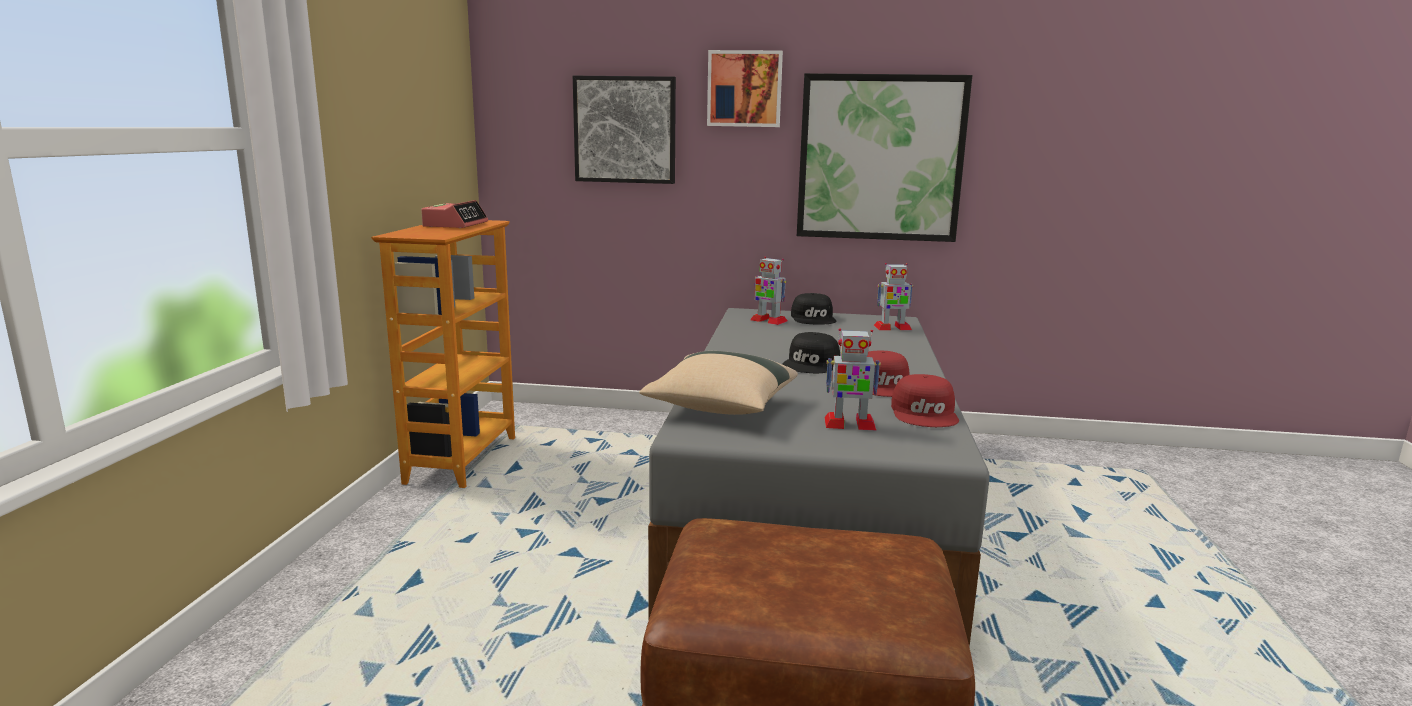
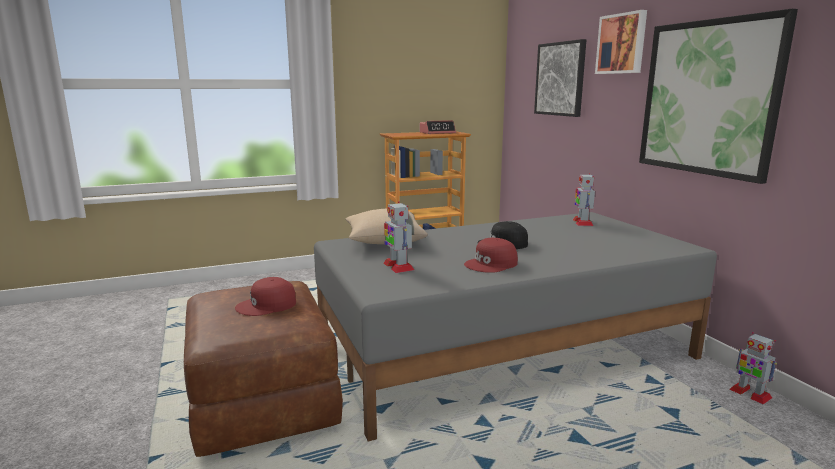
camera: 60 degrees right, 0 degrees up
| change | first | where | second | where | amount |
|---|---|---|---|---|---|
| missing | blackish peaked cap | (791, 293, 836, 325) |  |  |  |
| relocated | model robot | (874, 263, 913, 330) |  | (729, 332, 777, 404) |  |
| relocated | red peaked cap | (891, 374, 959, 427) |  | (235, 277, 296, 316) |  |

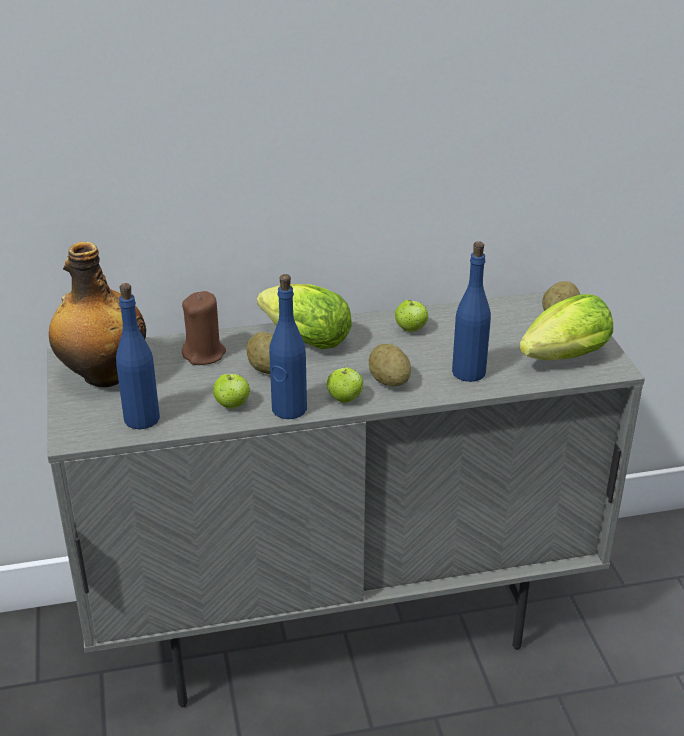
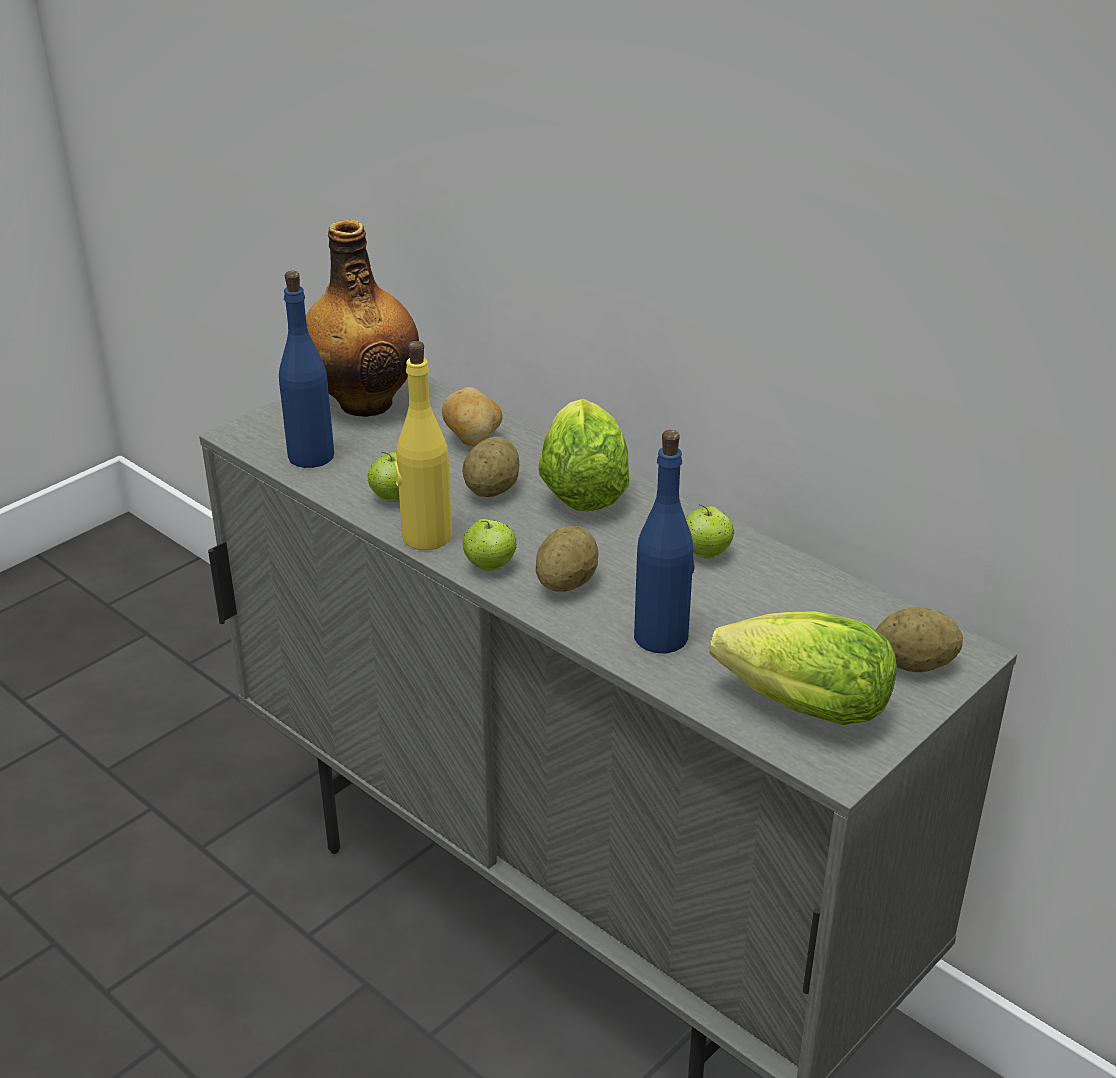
camera: 55 degrees right, 0 degrees up
| change | first | where | second | where | amount |
|---|---|---|---|---|---|
| exchanged | brown-coloured candle | (182, 291, 226, 365) | potato | (442, 387, 502, 446) |  |
| colour | blue-coloured bottle | (269, 274, 307, 419) | yellow-coloured bottle | (395, 341, 452, 550) |  |

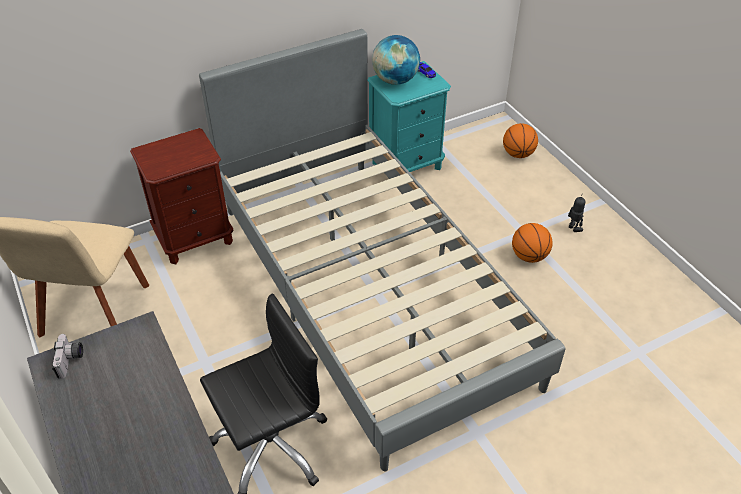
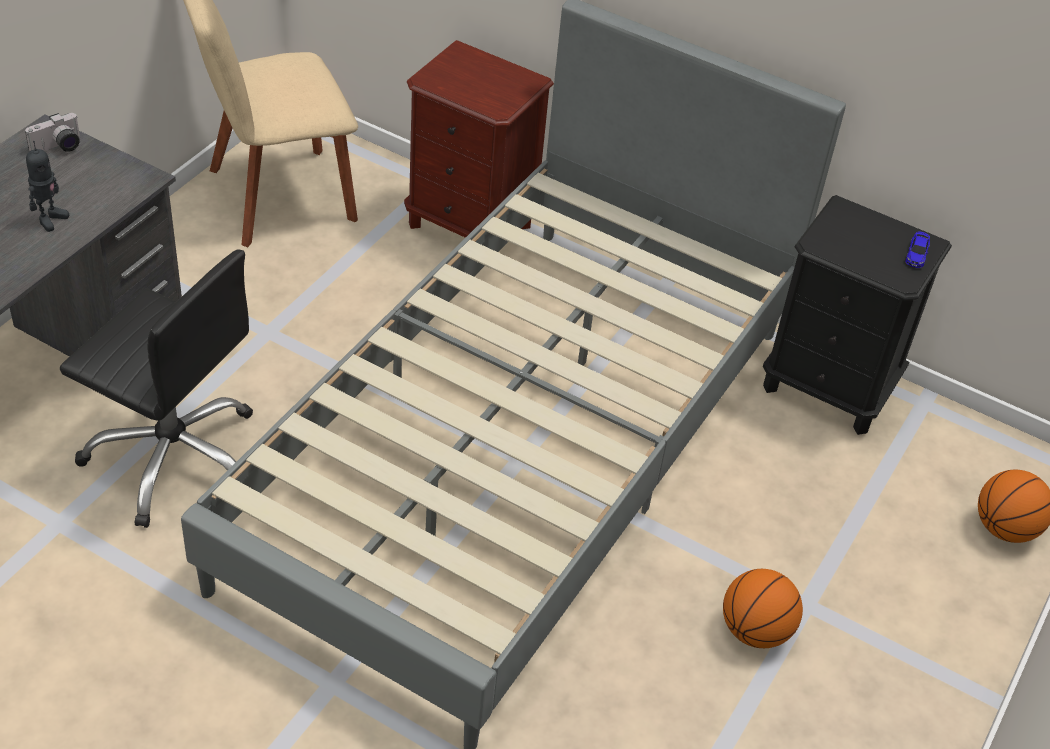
camera: 55 degrees right, 0 degrees up
| change | first | where | second | where | amount |
|---|---|---|---|---|---|
| missing | globe | (372, 35, 420, 85) |  |  |  |
| relocated | model robot | (568, 196, 585, 232) |  | (26, 141, 69, 232) |  |
| colour | turquoise-coloured bedside table | (368, 61, 451, 172) | blackish bedside table | (763, 195, 952, 435) |  |

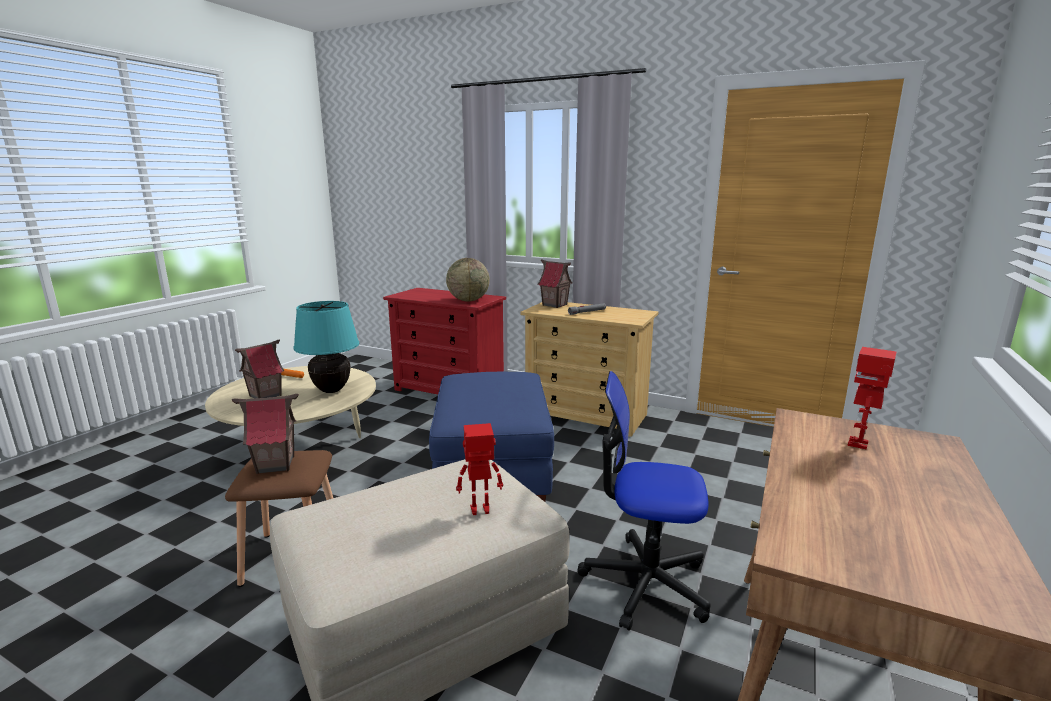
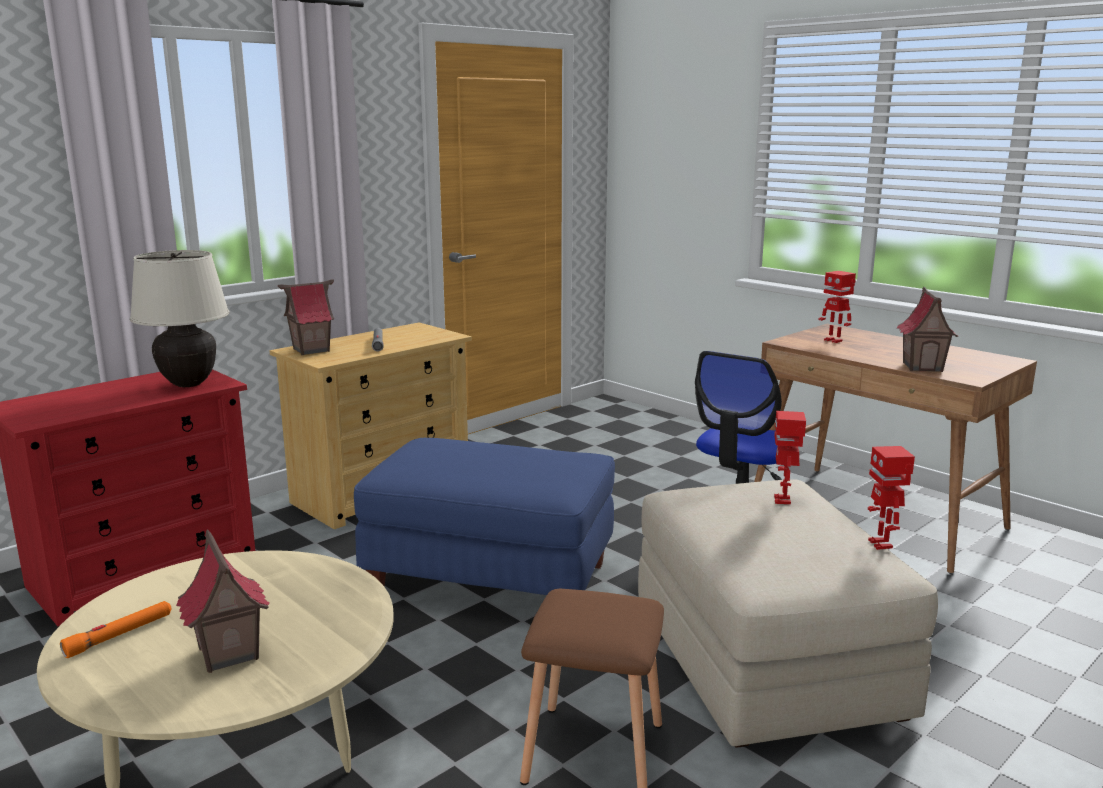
camera: 70 degrees left, 0 degrees up
| change | first | where | second | where | amount |
|---|---|---|---|---|---|
| missing | turquoise-coloured tabletop lamp | (293, 301, 359, 393) |  |  |  |
| appeared |  |  | model robot | (868, 446, 915, 550) |  |
| relocated | toy house | (232, 394, 299, 474) |  | (897, 287, 958, 372) |  |
| exchanged | globe | (446, 258, 490, 302) | beige-coloured tabletop lamp | (130, 250, 230, 387) |  |

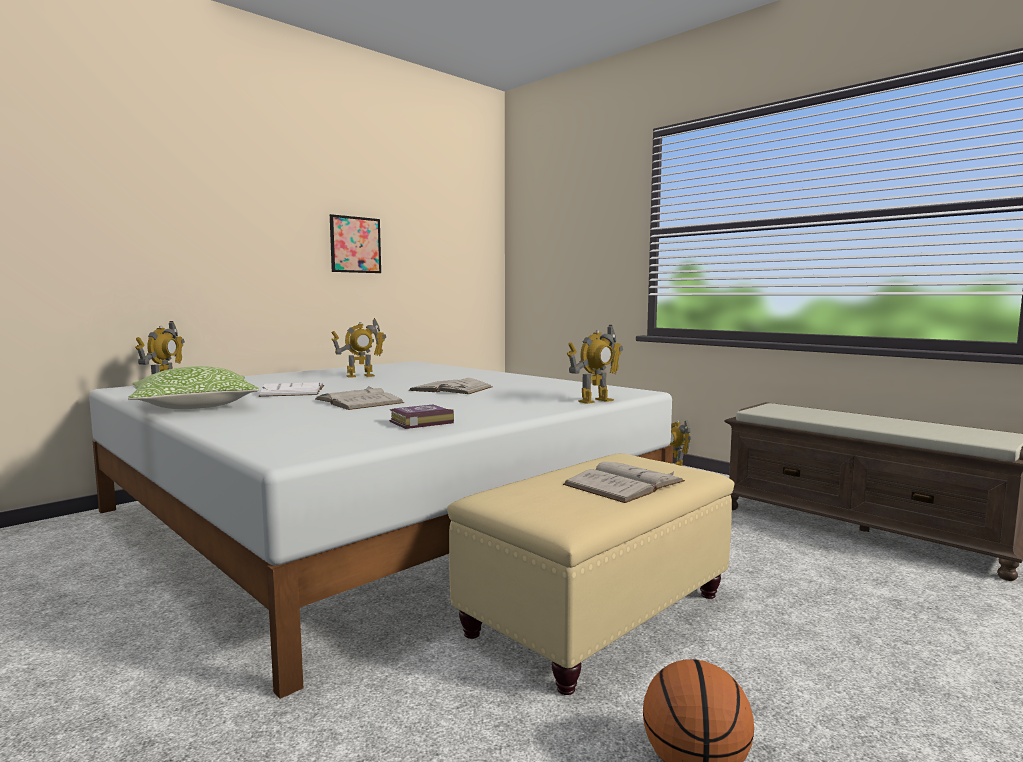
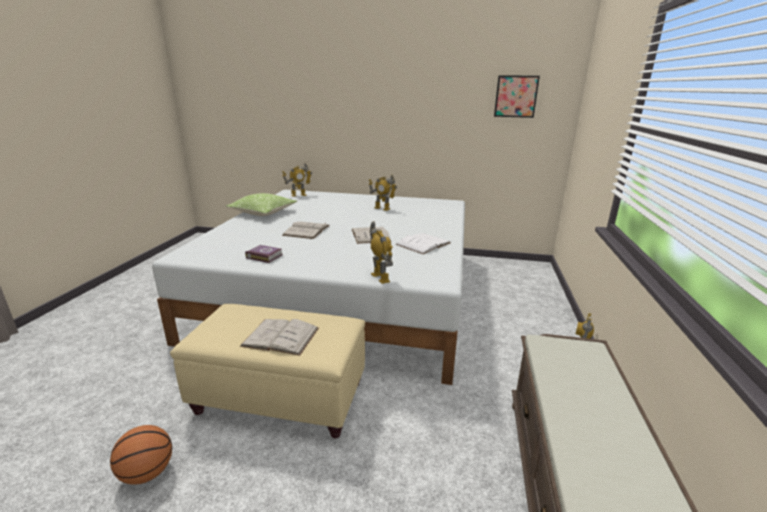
camera: 55 degrees right, 15 degrees up
| change | first | where | second | where | amount |
|---|---|---|---|---|---|
| relocated | white volume | (258, 382, 324, 397) |  | (395, 233, 451, 254) |  |
| relocated | wall picture | (330, 214, 381, 273) |  | (494, 75, 540, 118) |  |
| spun | model robot | (567, 325, 623, 404) |  | (370, 221, 393, 284) | 135 degrees counterclockwise |

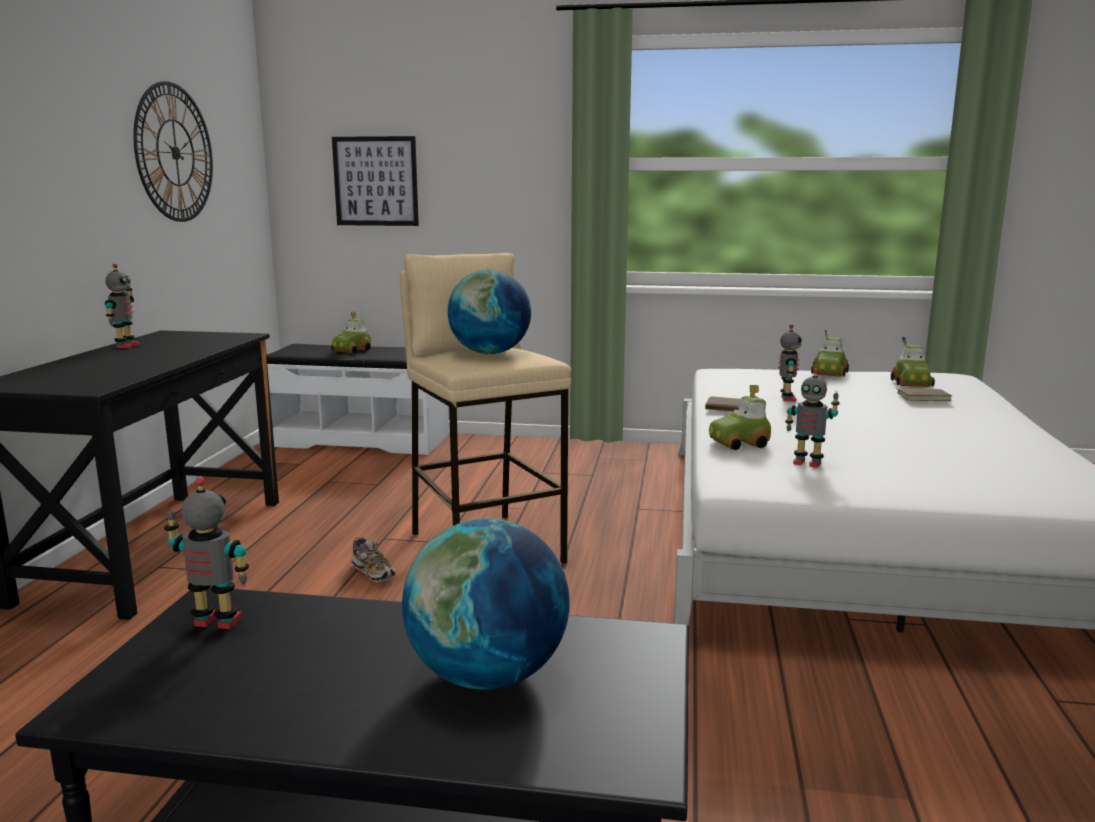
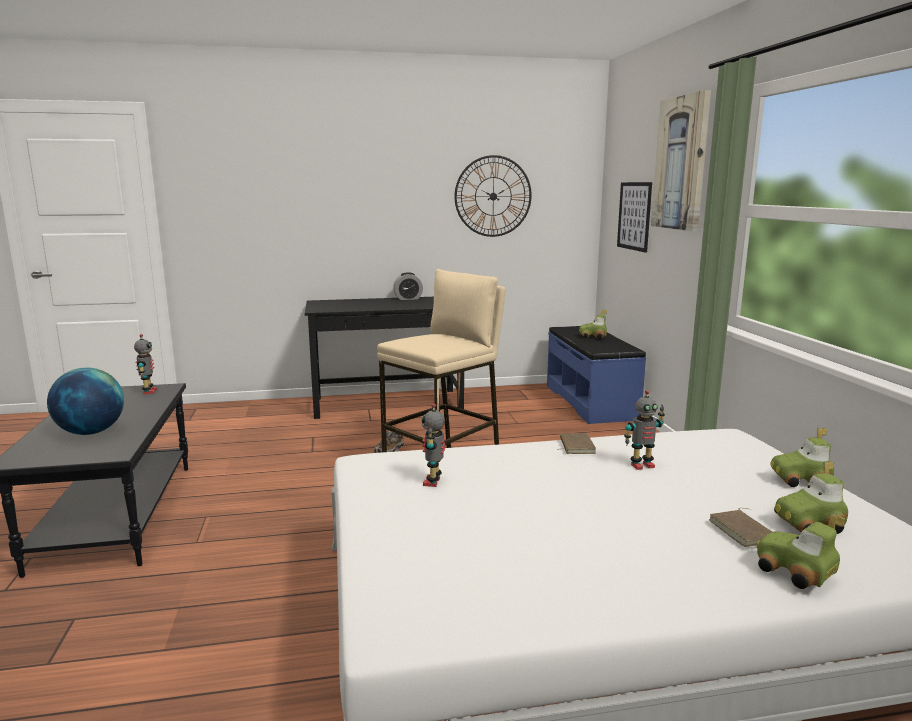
camera: 70 degrees right, 0 degrees up
| change | first | where | second | where | amount |
|---|---|---|---|---|---|
| missing | globe | (447, 270, 531, 354) |  |  |  |
| appeared |  |  | wall picture | (651, 90, 711, 231) |  |
| relocated | model car | (709, 385, 771, 450) |  | (757, 513, 845, 589) |  |
| exchanged | model robot | (105, 264, 140, 348) | bedside clock | (393, 272, 423, 300) |  |
| colour | white indoor bench | (267, 344, 449, 455) | blue-coloured indoor bench | (547, 326, 646, 424) |  |

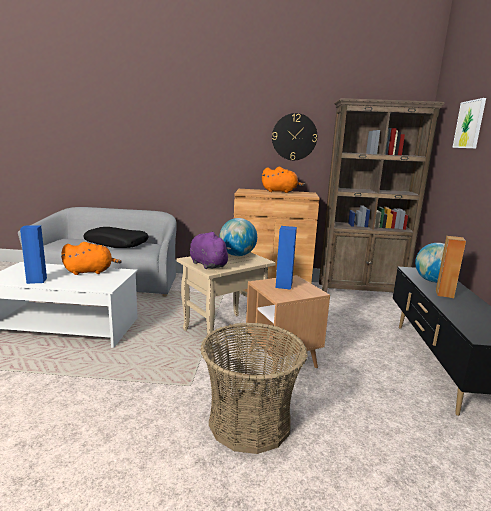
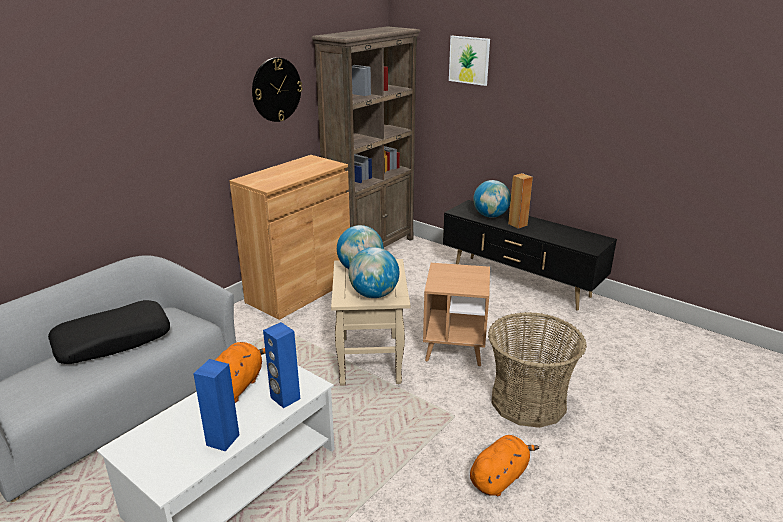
camera: 55 degrees left, 10 degrees up
| change | first | where | second | where | amount |
|---|---|---|---|---|---|
| relocated | orangey soft toy | (262, 167, 305, 193) |  | (470, 435, 539, 496) |  |
| relocated | blue-coloured loudspeaker | (276, 226, 297, 290) |  | (263, 322, 300, 408) |  |
| exchanged | purple-coloured soft toy | (190, 232, 231, 269) | globe | (349, 247, 399, 298) |  |

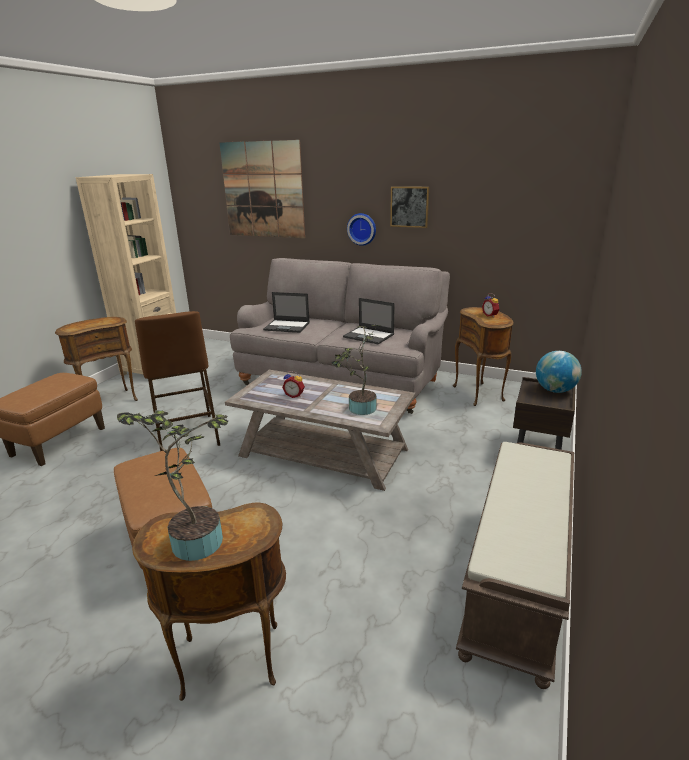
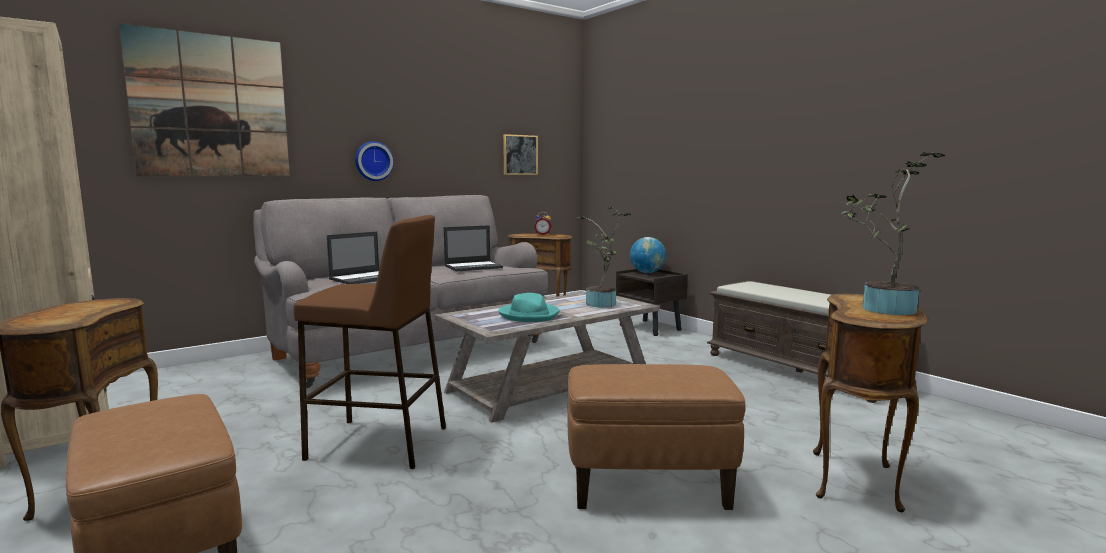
camera: 60 degrees left, 15 degrees down
| change | first | where | second | where | amount |
|---|---|---|---|---|---|
| relocated | wall picture | (390, 186, 429, 228) |  | (503, 134, 538, 175) |  |
| exchanged | bedside clock | (282, 371, 305, 398) | turquoise-coloured hat | (498, 293, 560, 322) |  |

